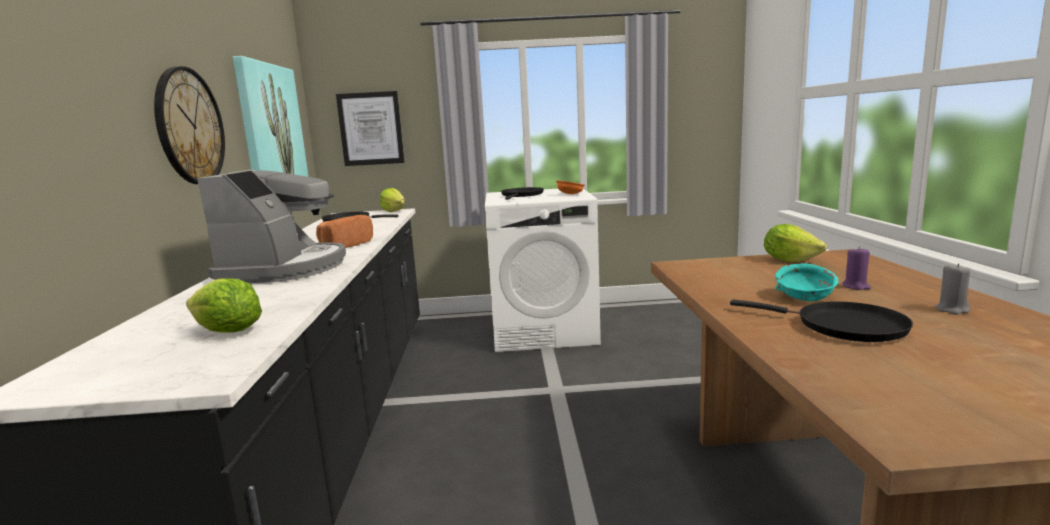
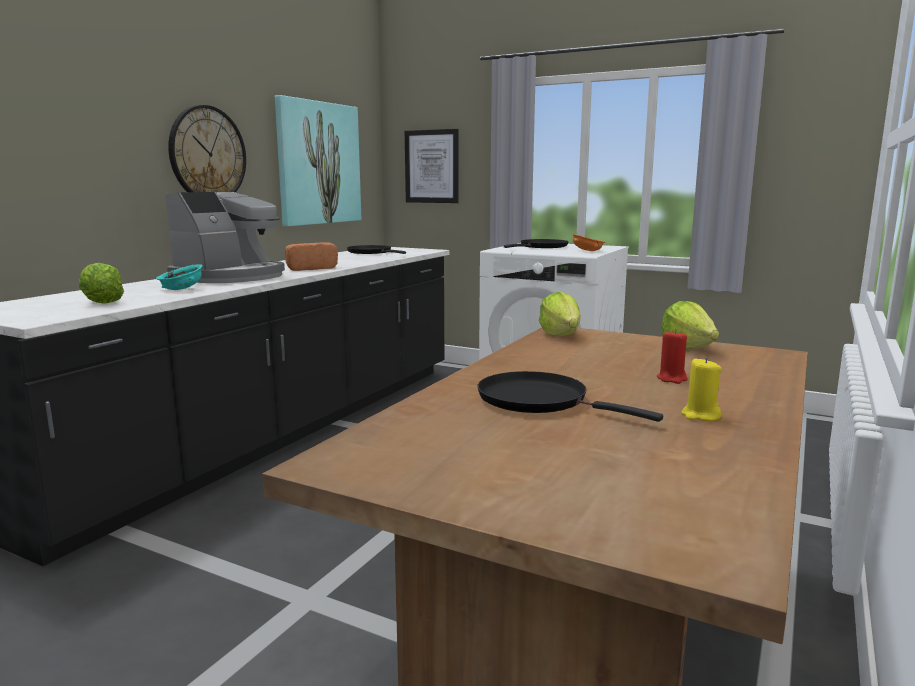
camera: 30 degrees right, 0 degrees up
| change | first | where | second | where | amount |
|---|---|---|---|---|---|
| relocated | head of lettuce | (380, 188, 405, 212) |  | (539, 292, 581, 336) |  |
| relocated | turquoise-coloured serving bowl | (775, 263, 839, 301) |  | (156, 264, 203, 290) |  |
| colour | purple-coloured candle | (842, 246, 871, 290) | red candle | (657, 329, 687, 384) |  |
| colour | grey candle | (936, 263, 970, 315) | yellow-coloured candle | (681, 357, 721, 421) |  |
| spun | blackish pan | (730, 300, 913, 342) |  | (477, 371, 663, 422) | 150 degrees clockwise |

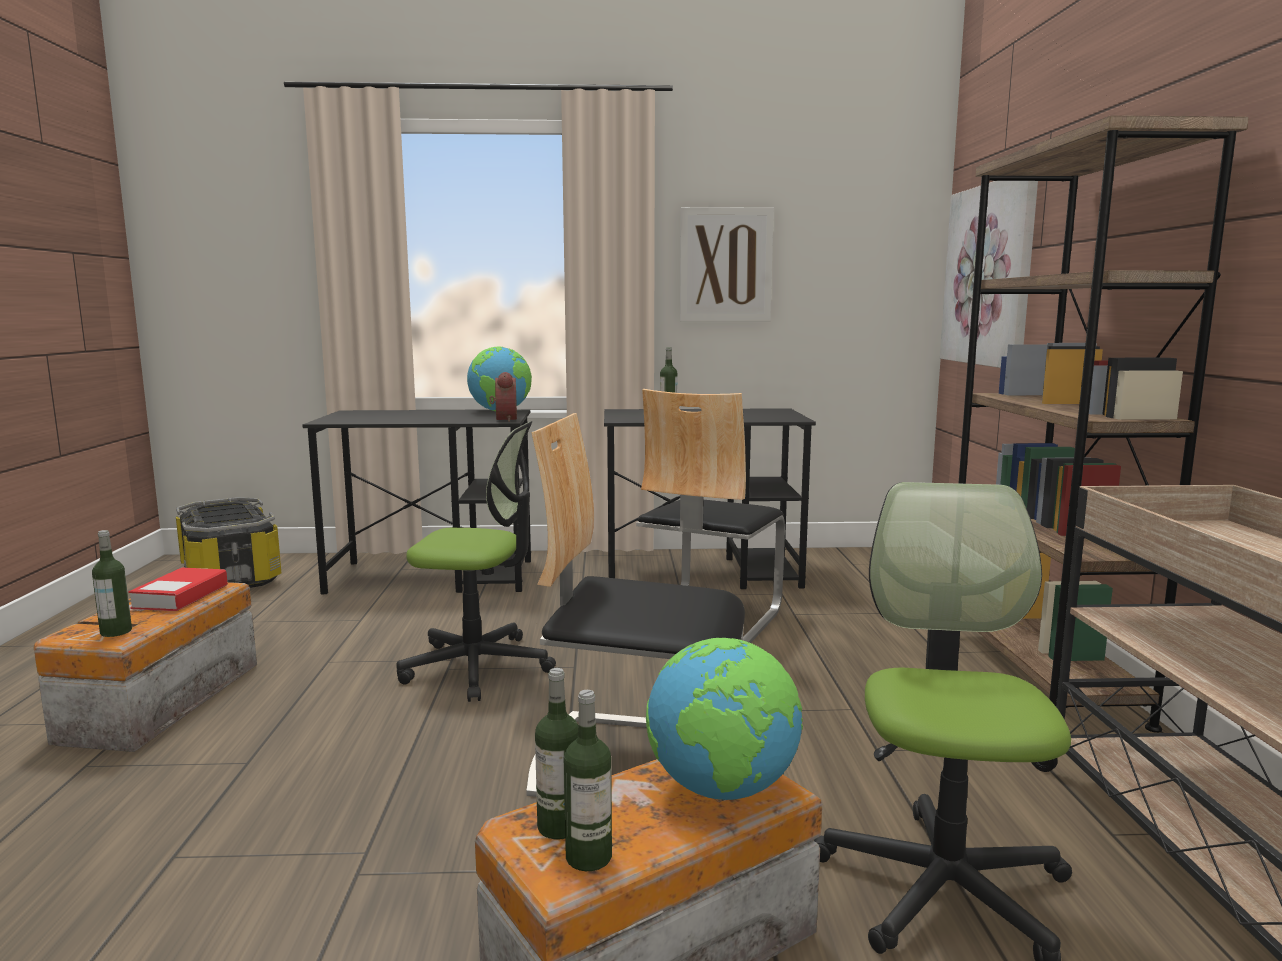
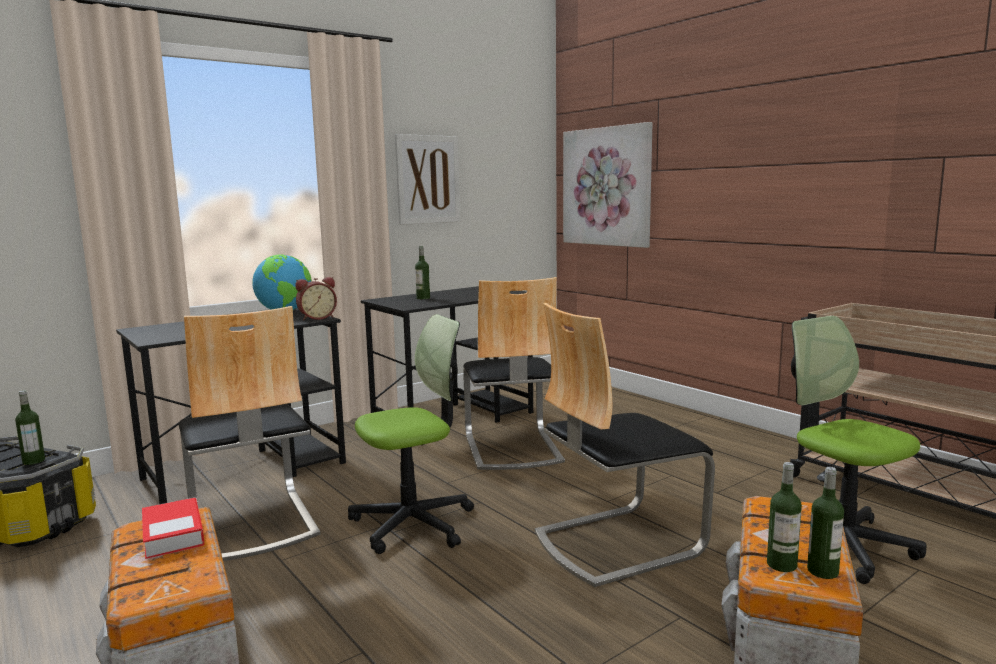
camera: 35 degrees left, 0 degrees up
| change | first | where | second | where | amount |
|---|---|---|---|---|---|
| missing | globe | (646, 638, 803, 800) |  |  |  |
| missing | brown-coloured shelving unit | (958, 115, 1249, 733) |  |  |  |
| appeared |  |  | plain chair | (178, 306, 321, 561) |  |
| relocated | bottle | (92, 530, 132, 637) |  | (15, 390, 45, 465) |  |
| spun | bedside clock | (489, 372, 517, 422) |  | (295, 277, 337, 320) | 105 degrees clockwise |

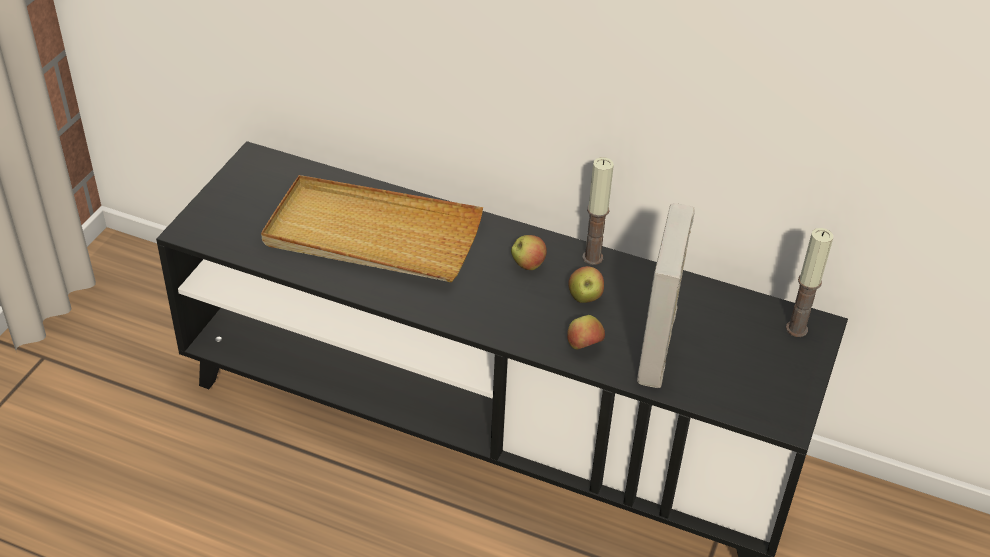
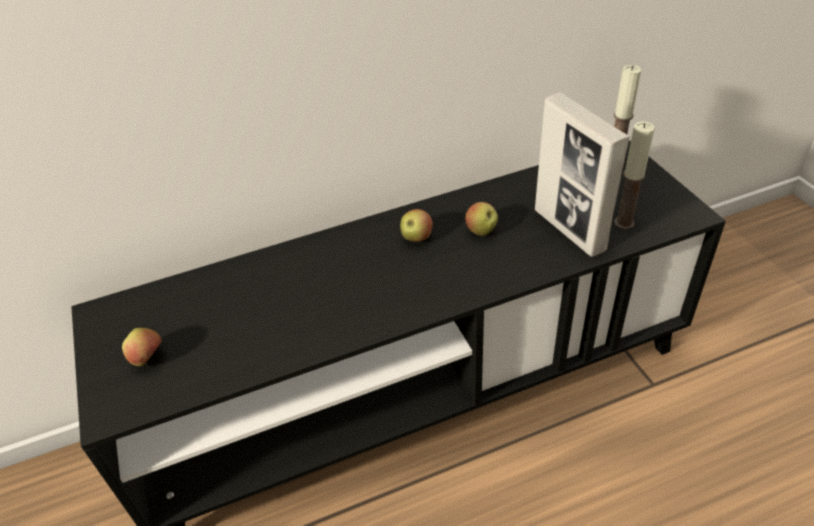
camera: 40 degrees left, 0 degrees up
| change | first | where | second | where | amount |
|---|---|---|---|---|---|
| missing | beige-coloured tray | (261, 175, 483, 282) |  |  |  |
| relocated | apple fruit | (567, 315, 605, 350) |  | (122, 328, 162, 366) |  |
| relocated | candle | (582, 157, 614, 265) |  | (614, 122, 655, 229) |  |

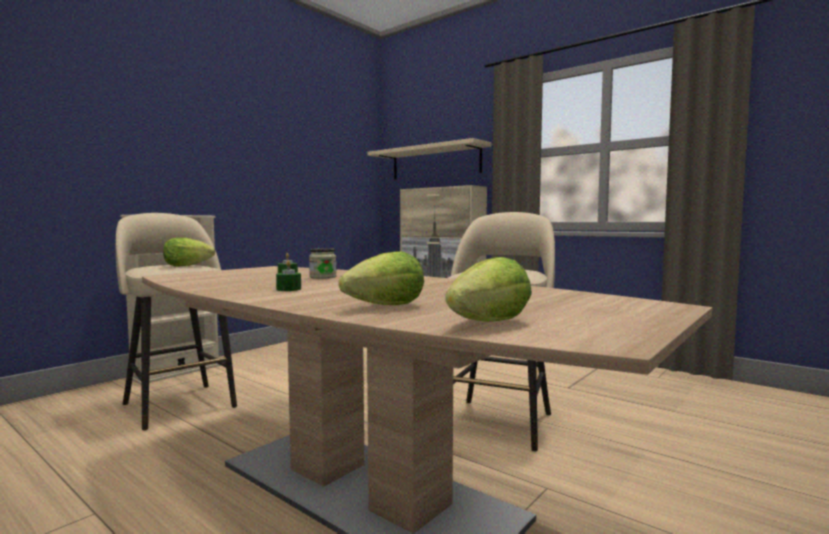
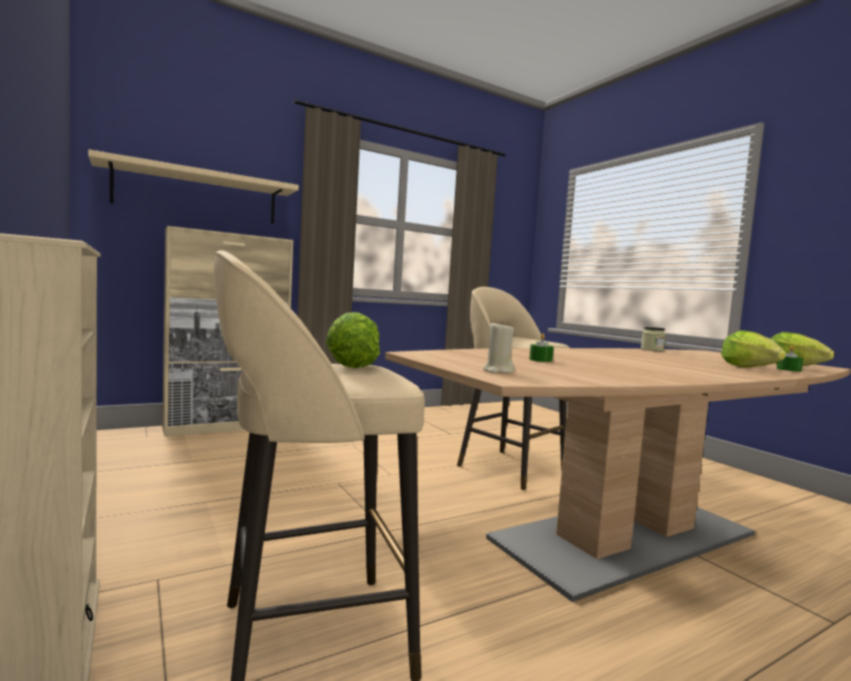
camera: 70 degrees left, 0 degrees up
| change | first | where | second | where | amount |
|---|---|---|---|---|---|
| appeared |  |  | beige-coloured candle | (483, 321, 515, 373) |  |
| relocated | green candle | (276, 261, 301, 291) |  | (777, 346, 803, 372) |  |
| relocated | jar | (309, 248, 337, 279) |  | (641, 327, 666, 351) |  |

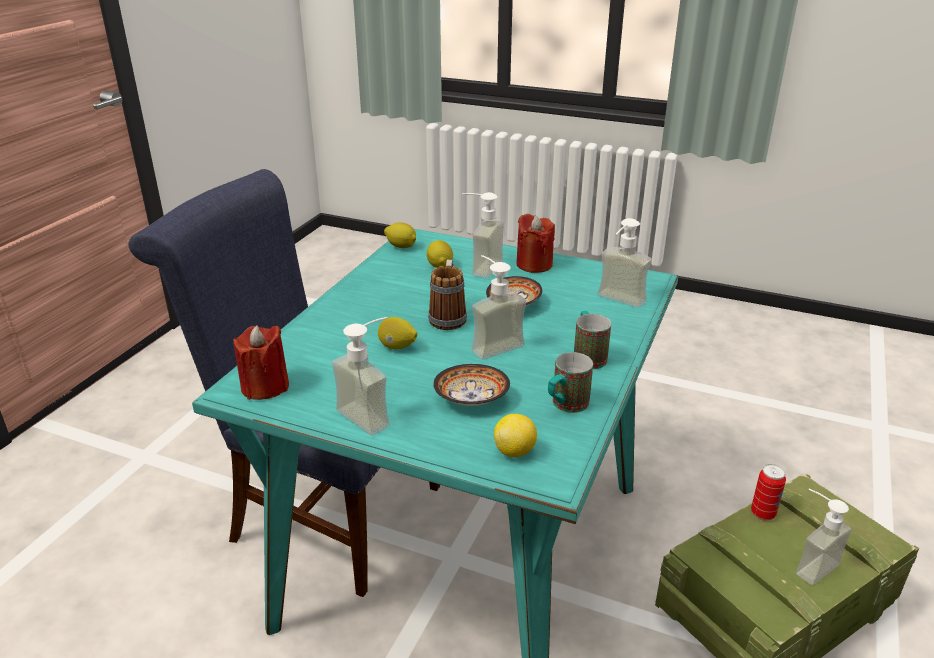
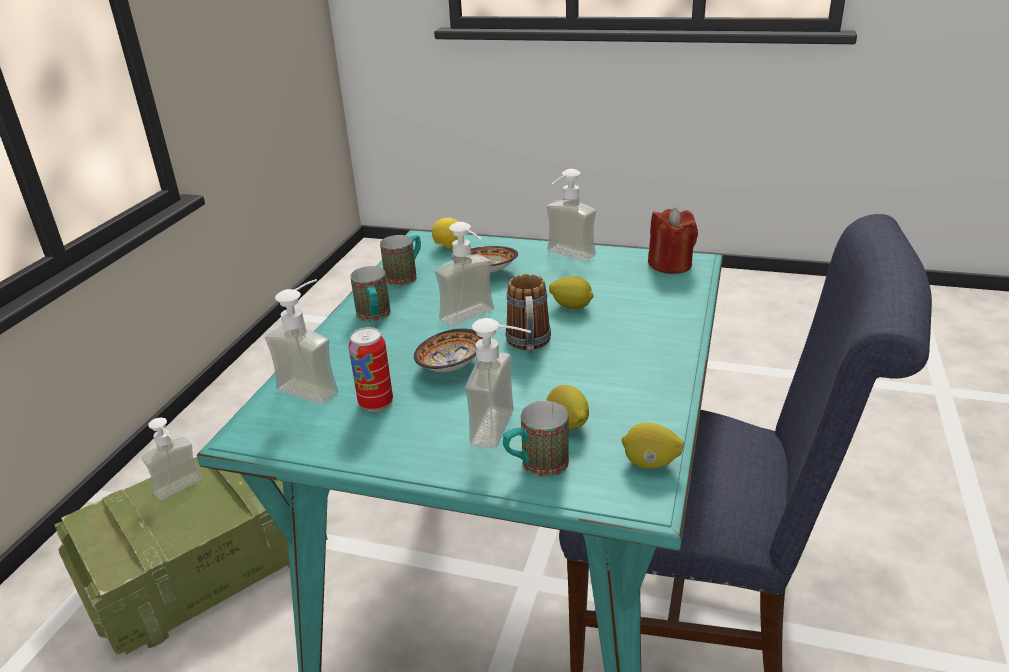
camera: 175 degrees right, 0 degrees up
| change | first | where | second | where | amount |
|---|---|---|---|---|---|
| missing | red candle | (516, 213, 555, 273) |  |  |  |
| appeared |  |  | coffee mug | (503, 401, 569, 478) |  |
| relocated | metal can | (751, 464, 786, 520) |  | (349, 327, 393, 412) |  |

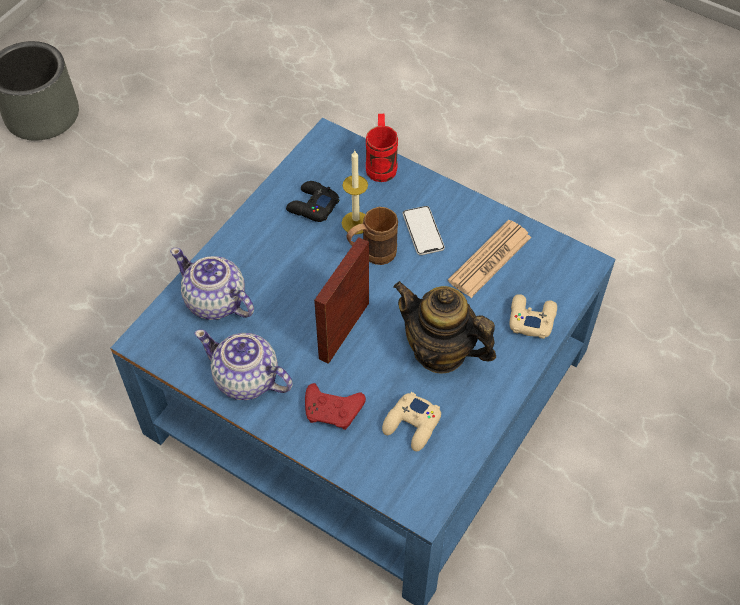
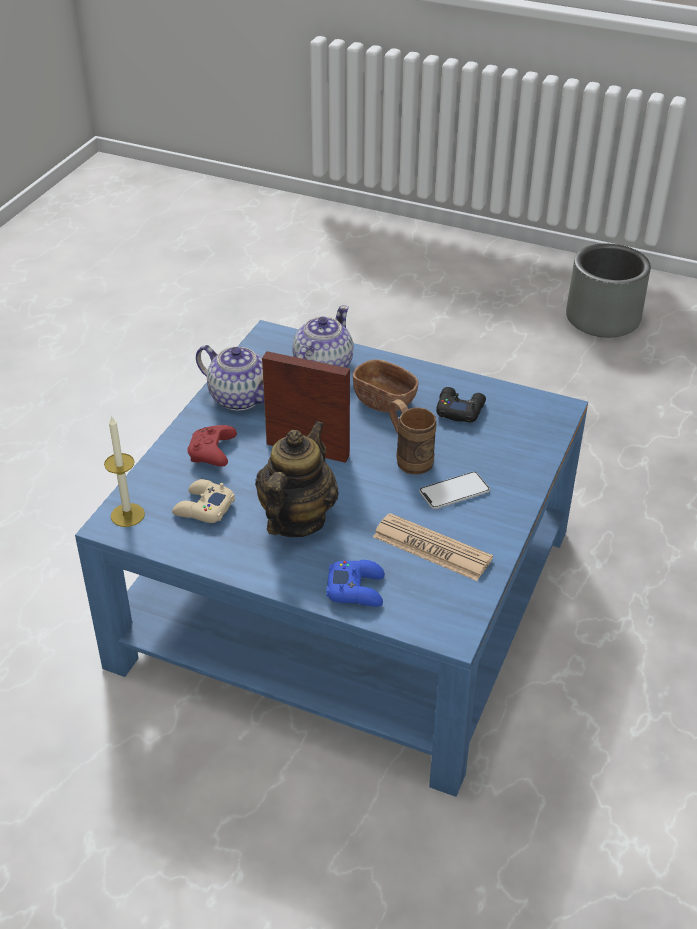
camera: 80 degrees right, 15 degrees down
| change | first | where | second | where | amount |
|---|---|---|---|---|---|
| missing | red coffee mug | (366, 114, 398, 182) |  |  |  |
| appeared |  |  | brown-coloured serving bowl | (353, 359, 418, 412) |  |
| relocated | candle | (342, 151, 368, 235) |  | (104, 415, 145, 527) |  |
| colour | beige-coloured game controller | (510, 294, 557, 339) | blue-coloured game controller | (326, 560, 385, 607) |  |
| spun | pot for tea | (195, 329, 293, 400) |  | (196, 345, 264, 411) | 105 degrees clockwise |

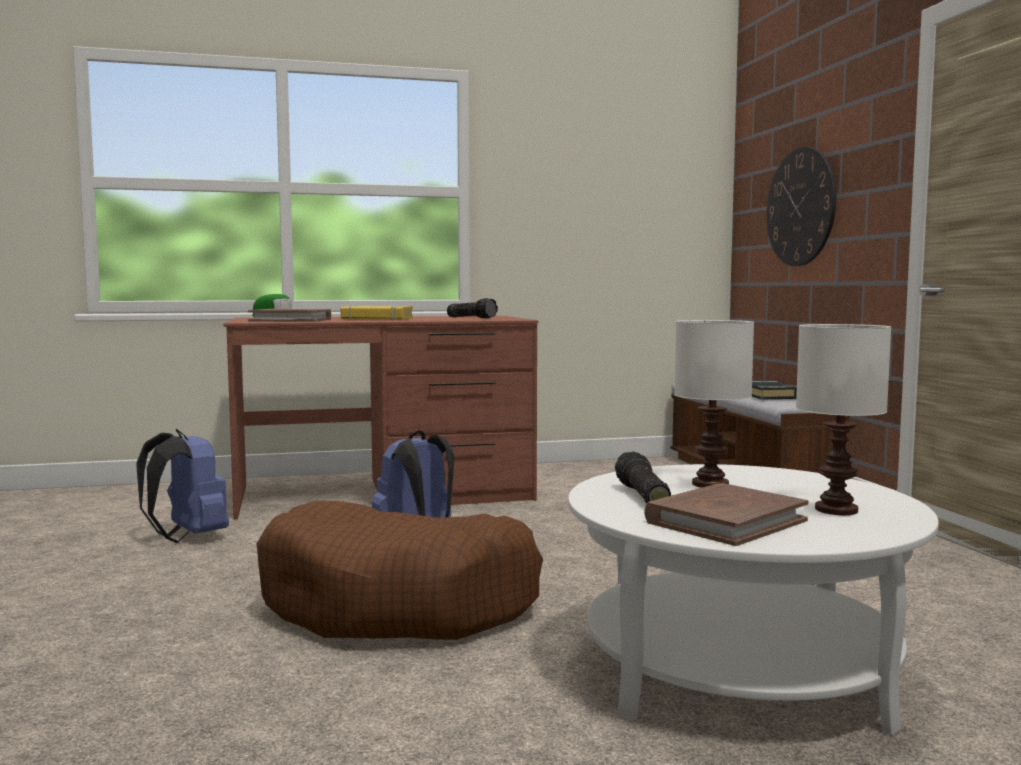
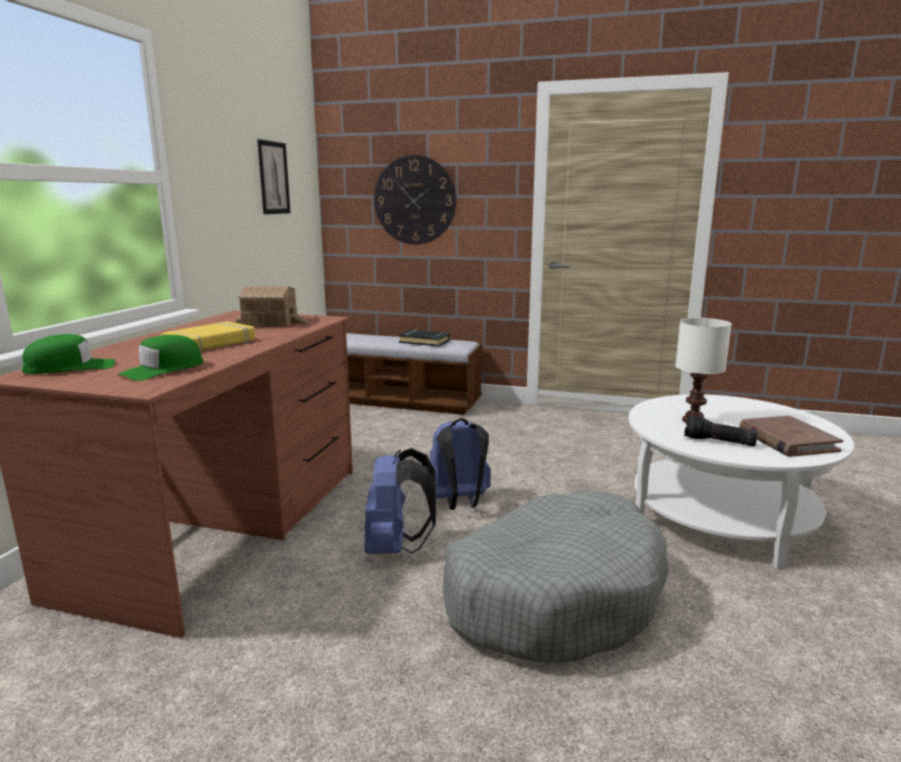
camera: 60 degrees left, 10 degrees up
| change | first | where | second | where | amount |
|---|---|---|---|---|---|
| missing | white tabletop lamp | (796, 324, 891, 515) |  |  |  |
| appeared |  |  | wall picture | (257, 139, 291, 214) |  |
| relocated | blue-coloured knapsack | (136, 429, 229, 543) |  | (430, 418, 491, 510) |  |
| exchanged | brown-coloured volume | (248, 309, 331, 322) | green peaked cap | (117, 335, 203, 381) |  |
| exchanged | hand torch | (447, 298, 498, 318) | toy house | (232, 286, 309, 327) |  |
| colour | brown-coloured dog bed | (257, 501, 543, 640) | grey dog bed | (443, 489, 669, 663) |  |

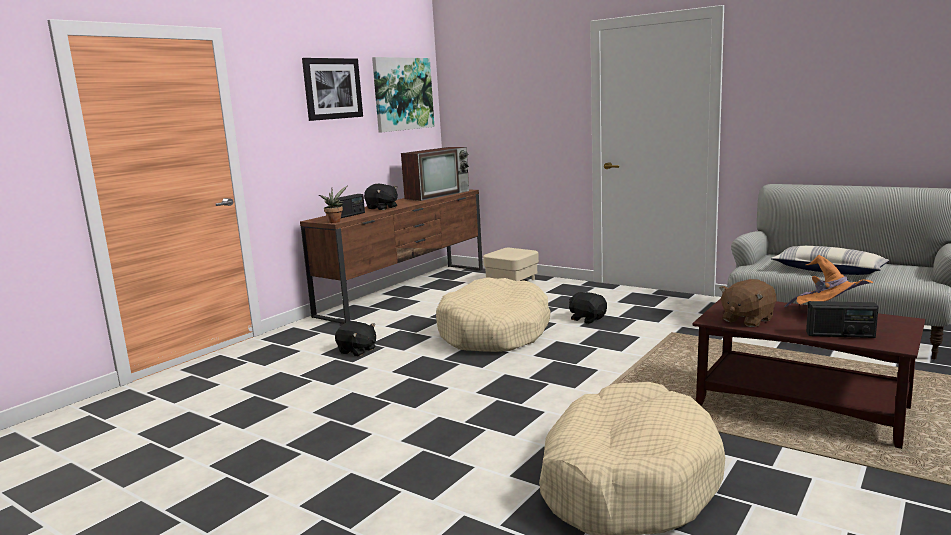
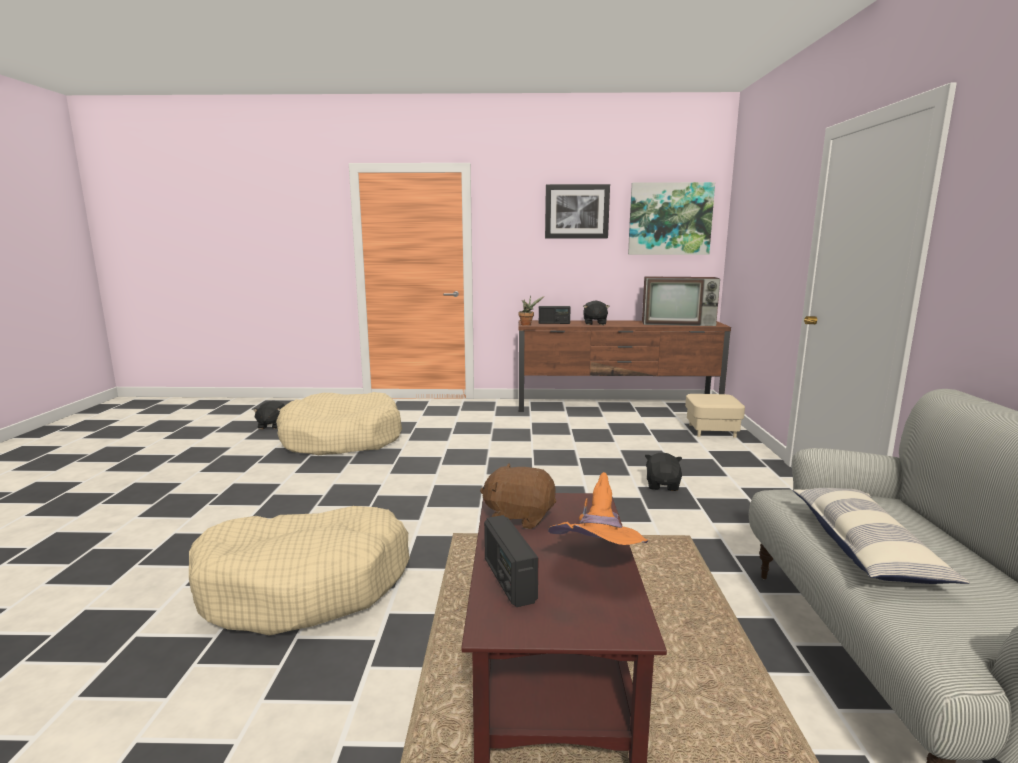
camera: 55 degrees right, 0 degrees up
| change | first | where | second | where | amount |
|---|---|---|---|---|---|
| relocated | blackish soft toy | (335, 321, 376, 356) |  | (253, 401, 285, 429) |  |
| relocated | beige-coloured dog bed | (436, 277, 550, 352) |  | (276, 392, 402, 455) |  |

